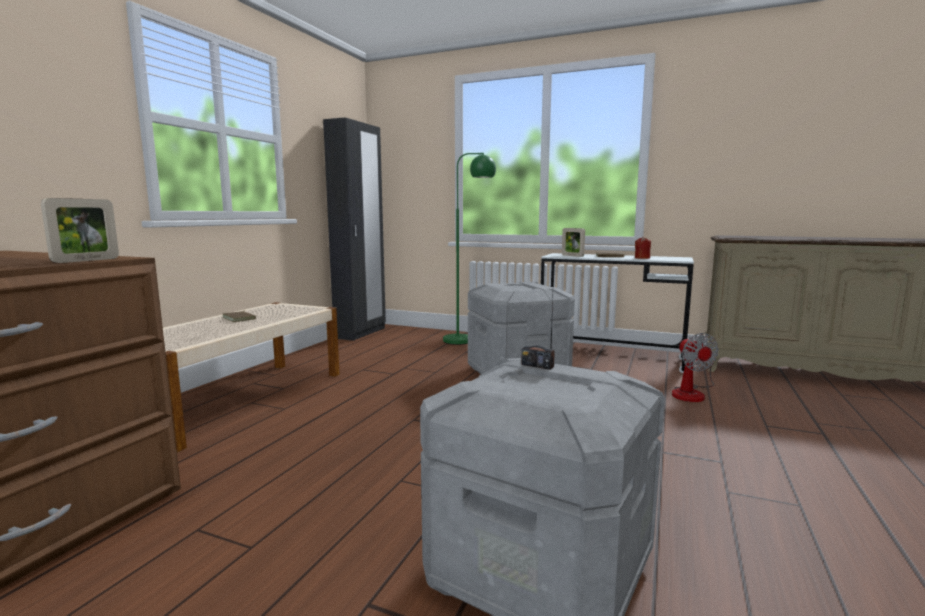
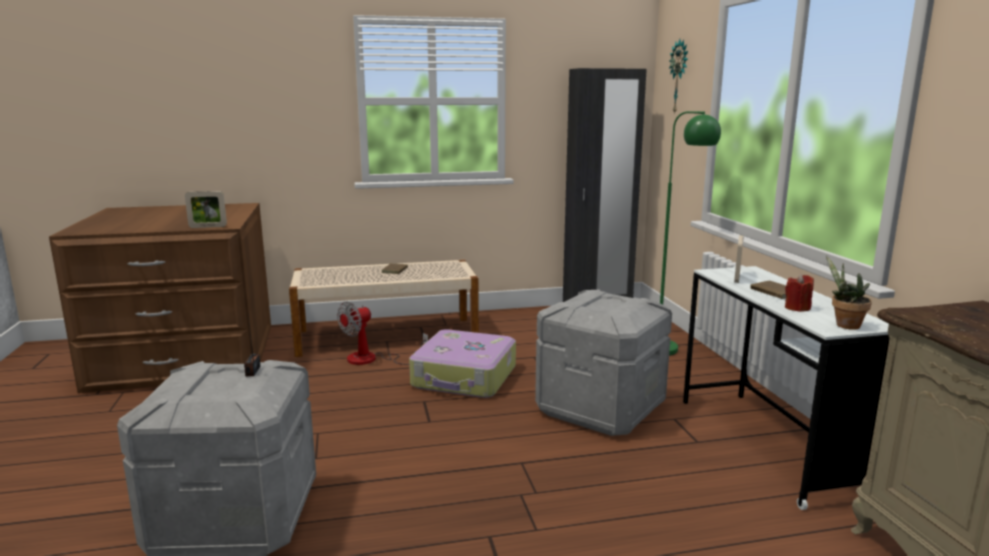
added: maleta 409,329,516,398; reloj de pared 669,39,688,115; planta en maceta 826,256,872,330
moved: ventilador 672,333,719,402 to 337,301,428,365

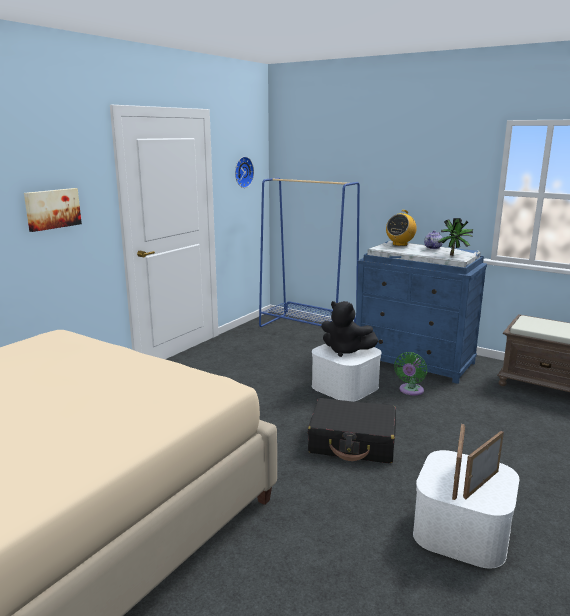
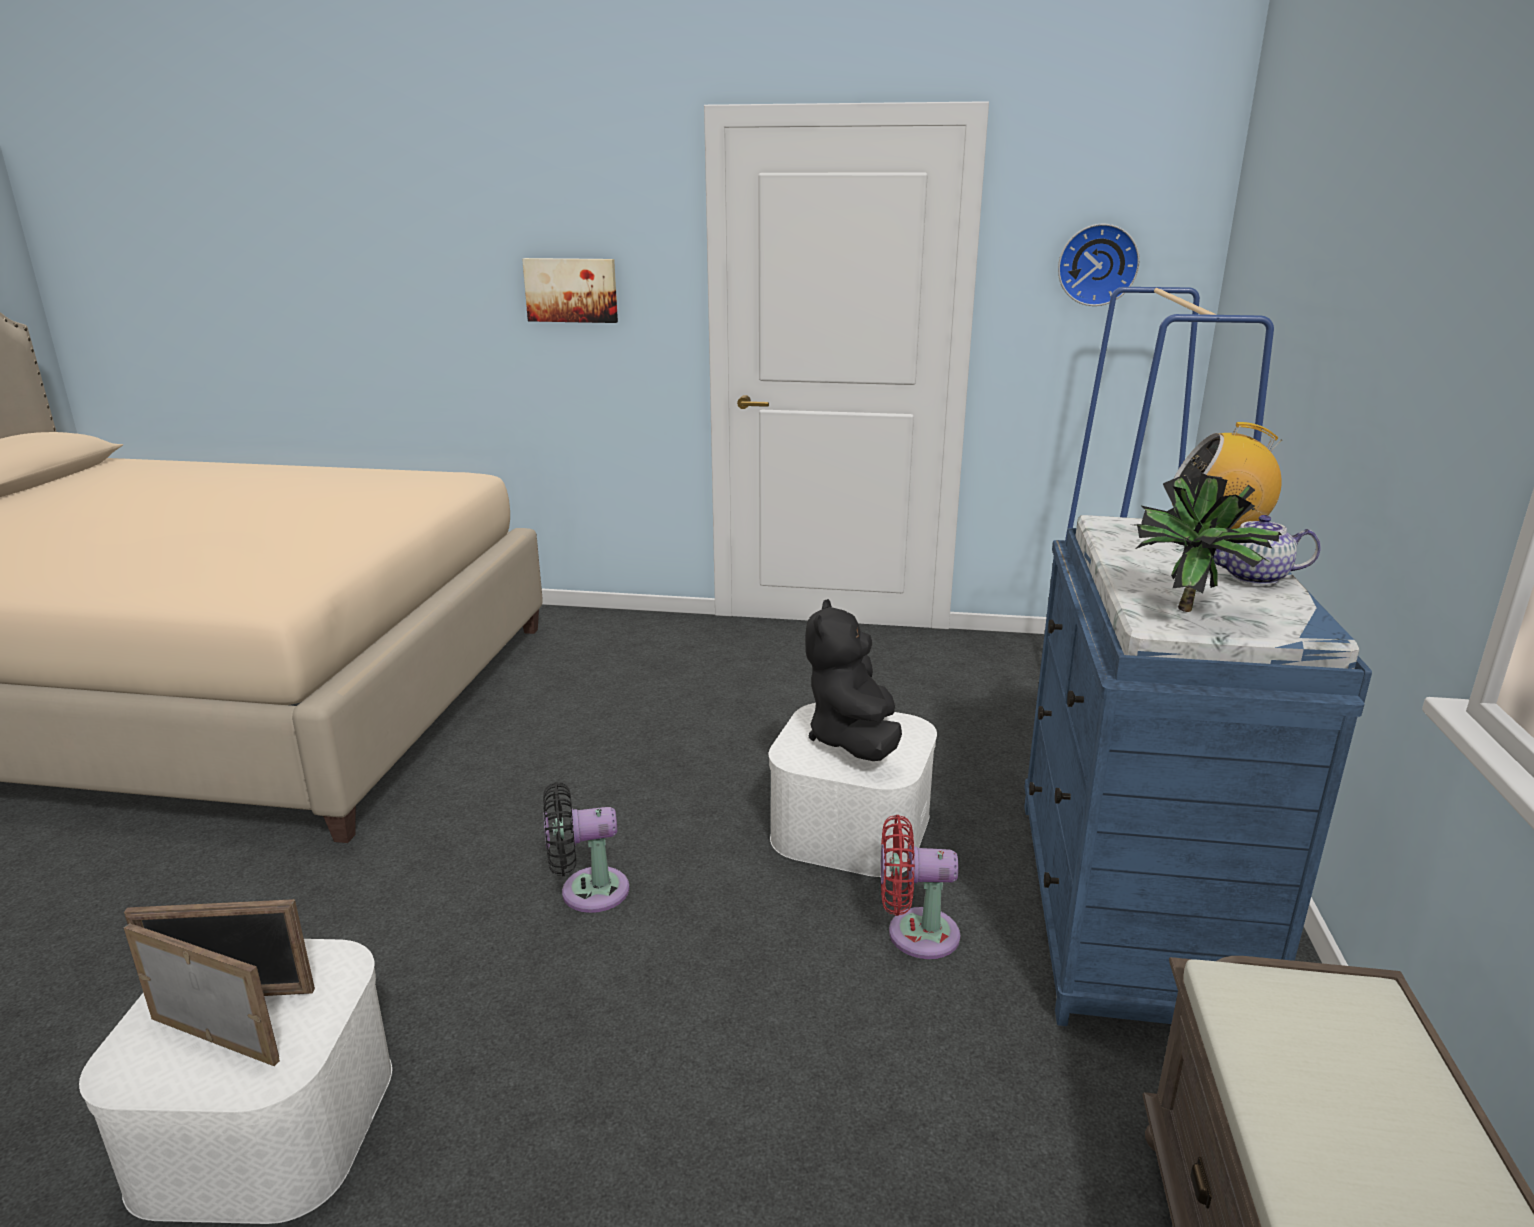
replaced: maleta [negro] 308,398,396,463 to ventilador [negro] 543,782,629,913
recoloured: ventilador [verde] 394,352,427,395 to ventilador [rojo] 881,815,961,959

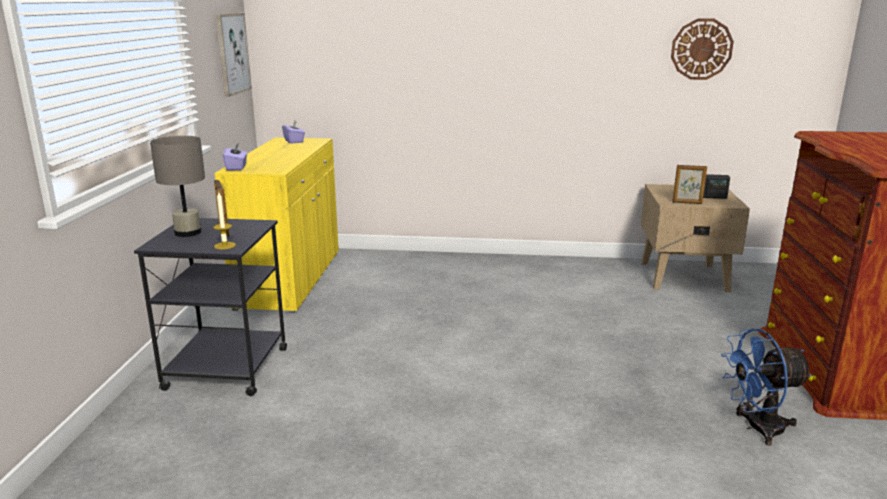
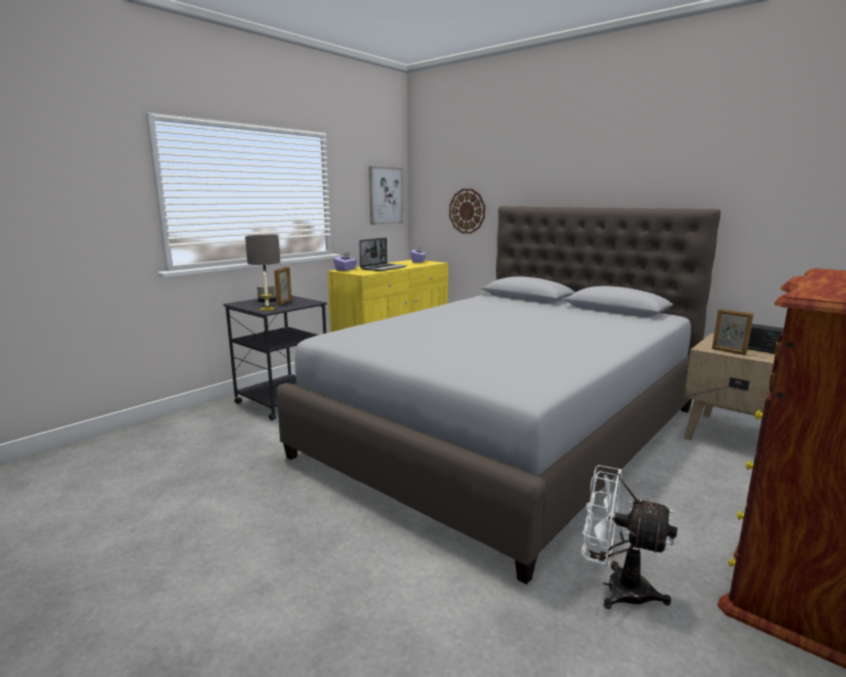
added: cama [gris] 277,206,721,585; portátil 359,238,407,271
moved: reloj de pared 671,19,734,80 to 449,189,485,234
recoloured: ventilador [azul] 721,329,813,446 to ventilador [blanco] 582,465,677,609

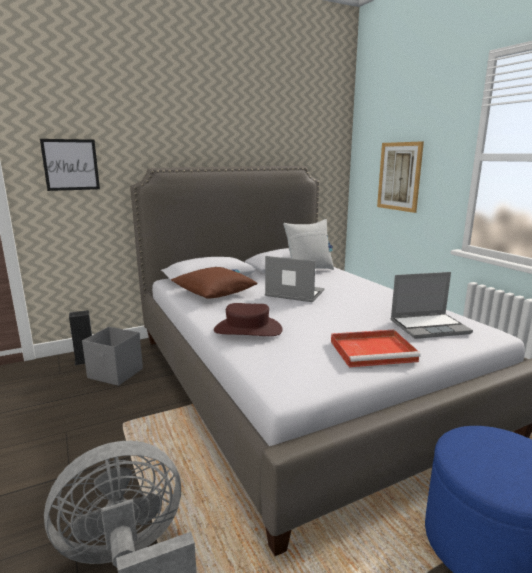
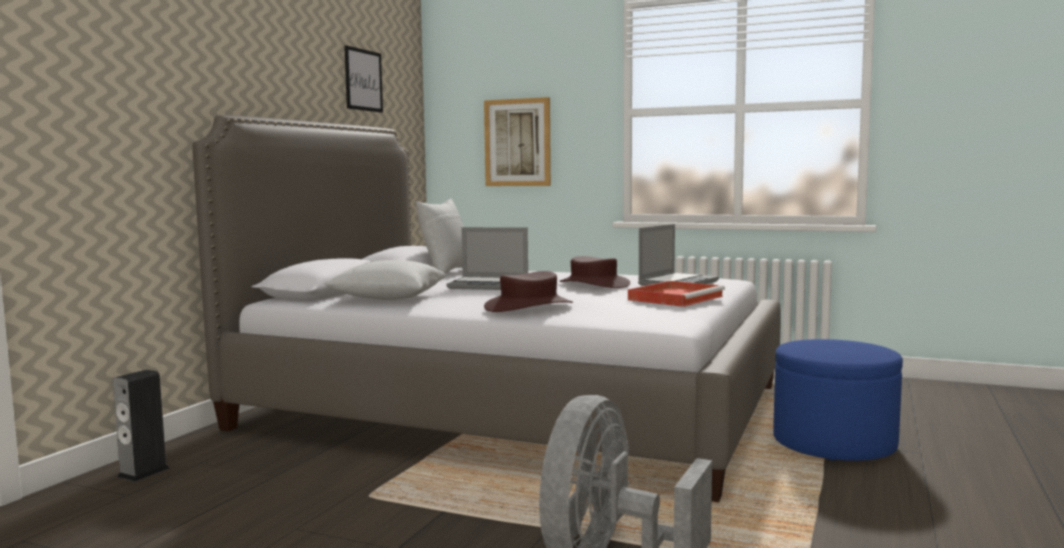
removed: caja de almacenaje [gris] 82,327,143,386
added: sombrero [marrón] 560,256,630,288
moved: cuadro 40,139,100,191 to 344,45,383,113
recoloured: cojín [marrón] 171,267,257,299 to cojín [gris] 324,260,446,300
turned: portátil 265,256,324,302 = 447,227,528,290 150 degrees counterclockwise

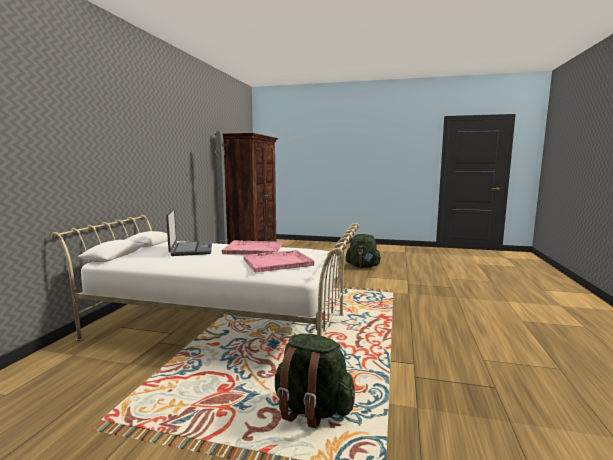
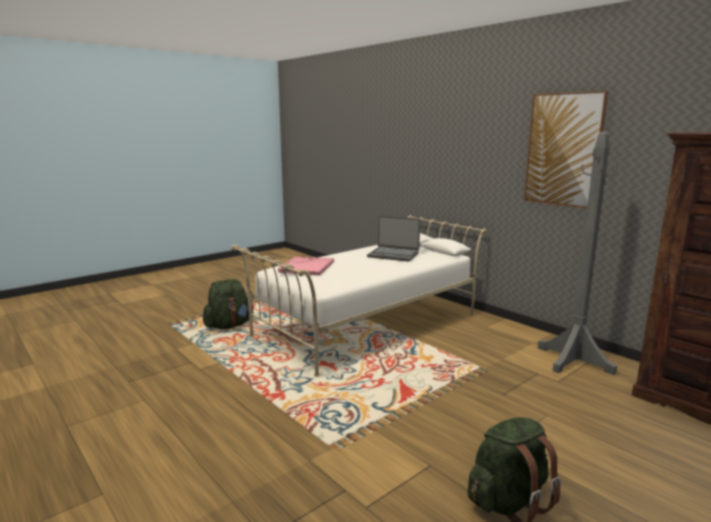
removed: bandeja [rosa] 222,240,282,255
added: cuadro 524,91,608,208

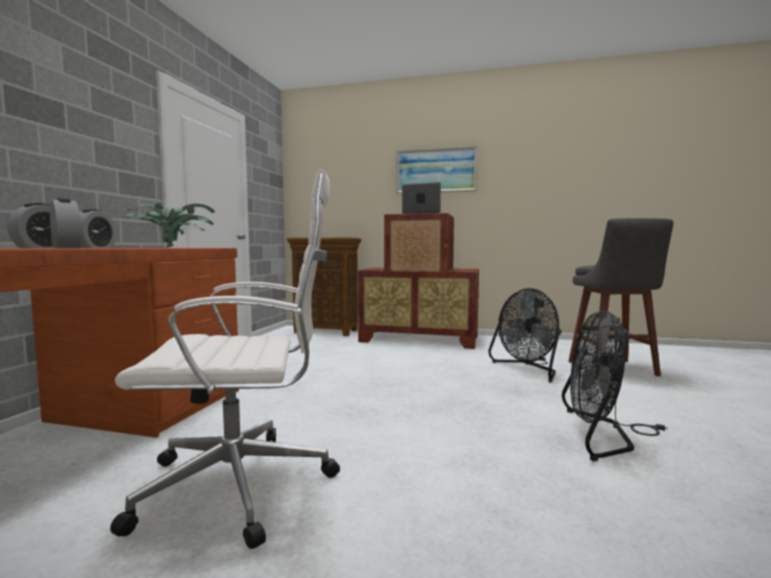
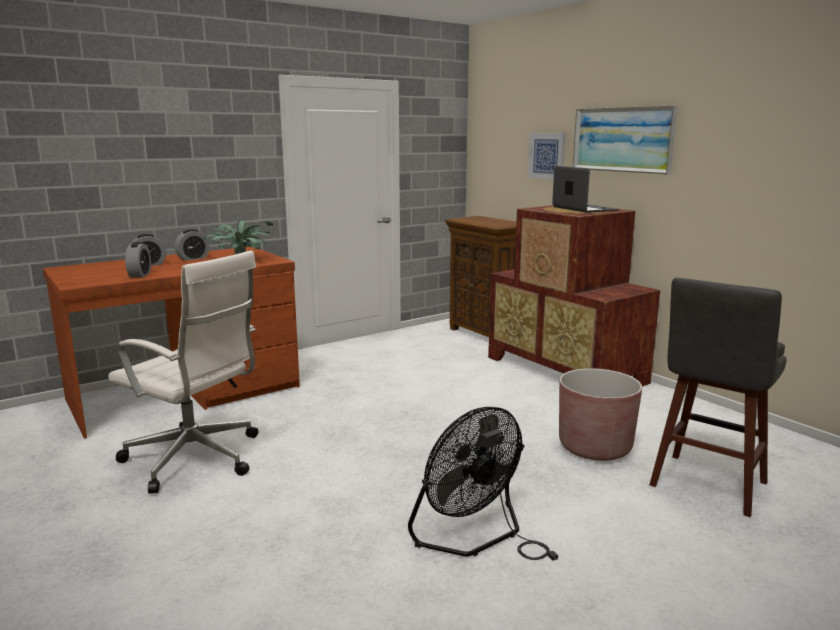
added: cuadro 528,133,566,180
replaced: ventilador [negro] 488,288,562,383 to maceta [marrón] 559,368,642,461

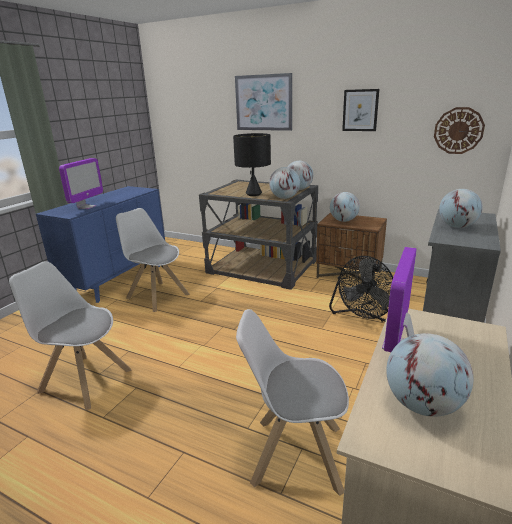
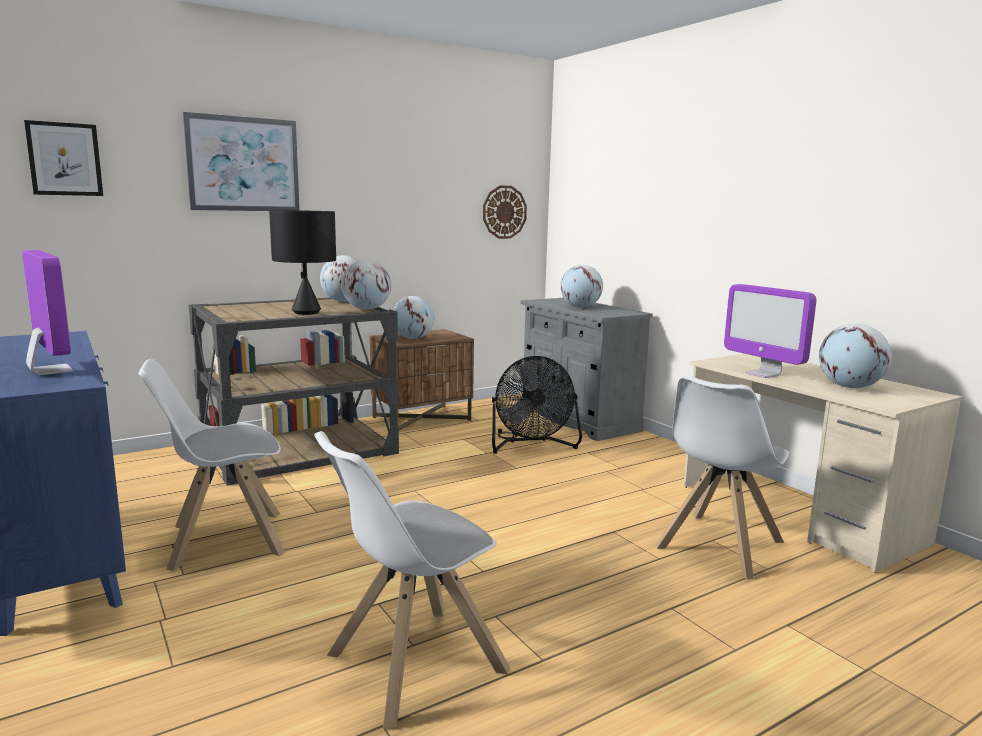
moved: cuadro 342,89,379,131 to 24,120,103,196

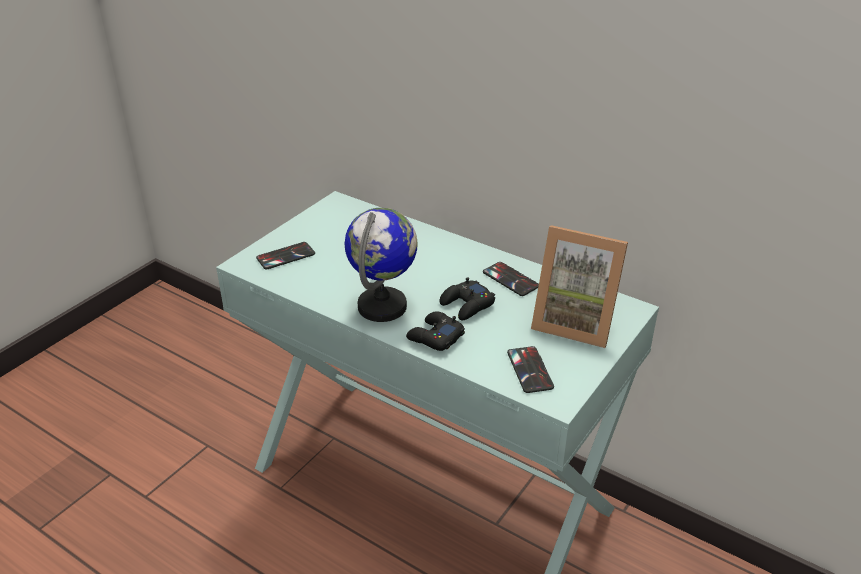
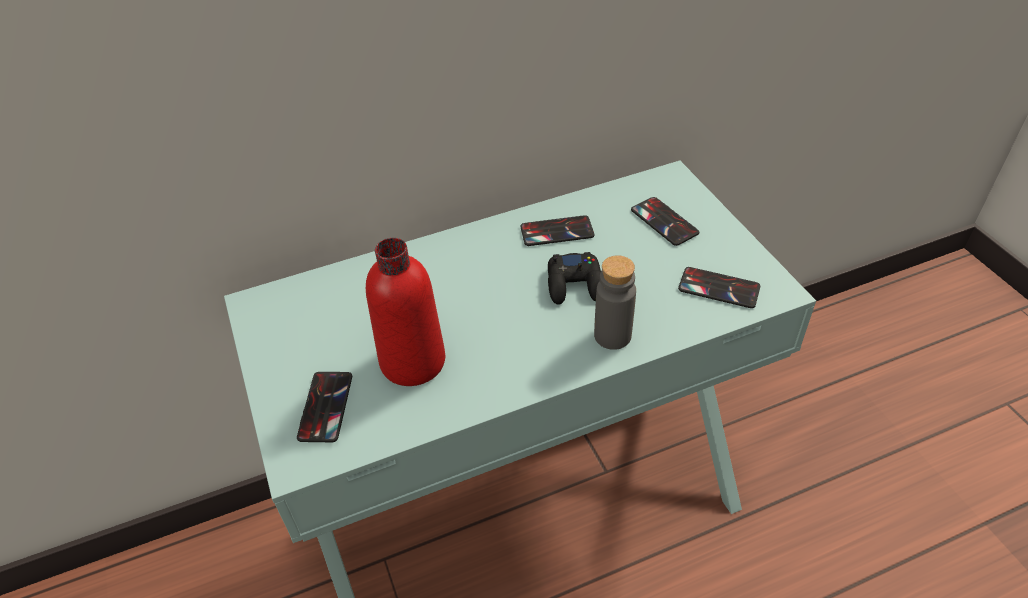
removed: globo terráqueo 344,208,418,322
added: botella [rojo] 366,238,445,386
replaced: mando de consola [negro] 406,311,465,351 to botella [gris] 594,255,636,350; portarretratos 531,225,628,348 to móvil 631,197,699,246

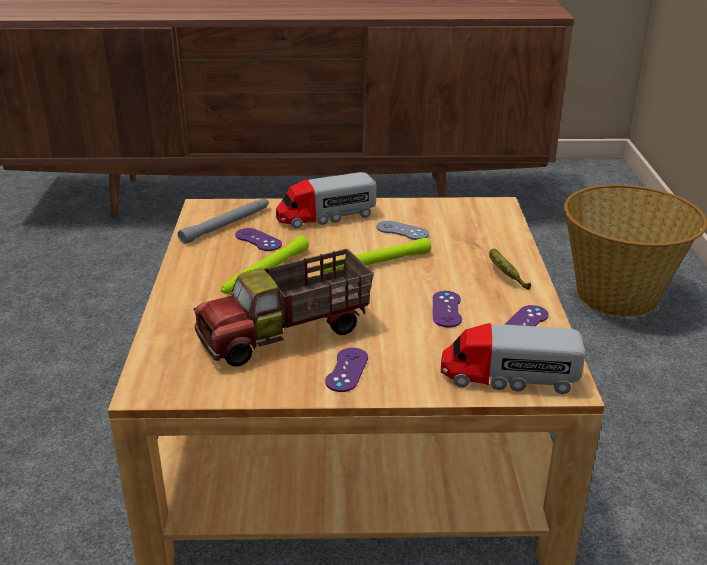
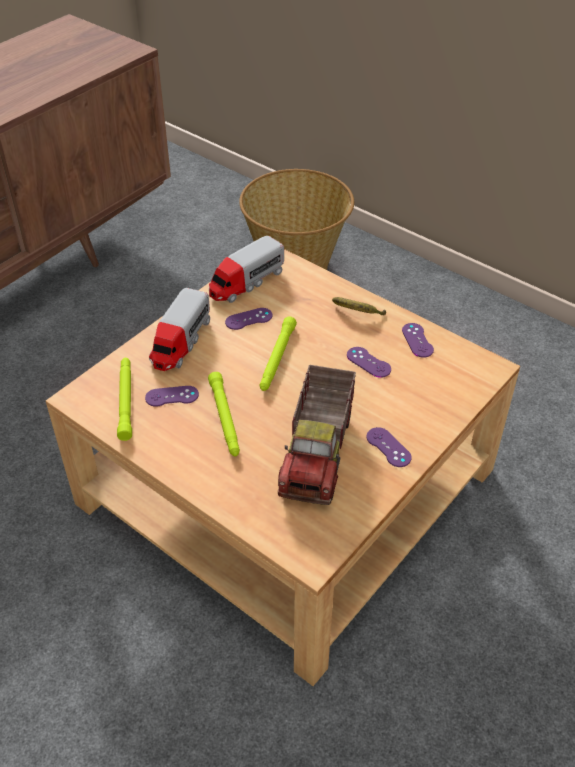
moved: camión de juguete 441,323,586,394 to 209,236,284,303
recoloured: linterna [gris] 178,199,269,244 to linterna [verde] 117,358,132,441; mando de consola [gris] 376,221,429,240 to mando de consola [morado] 225,308,272,330

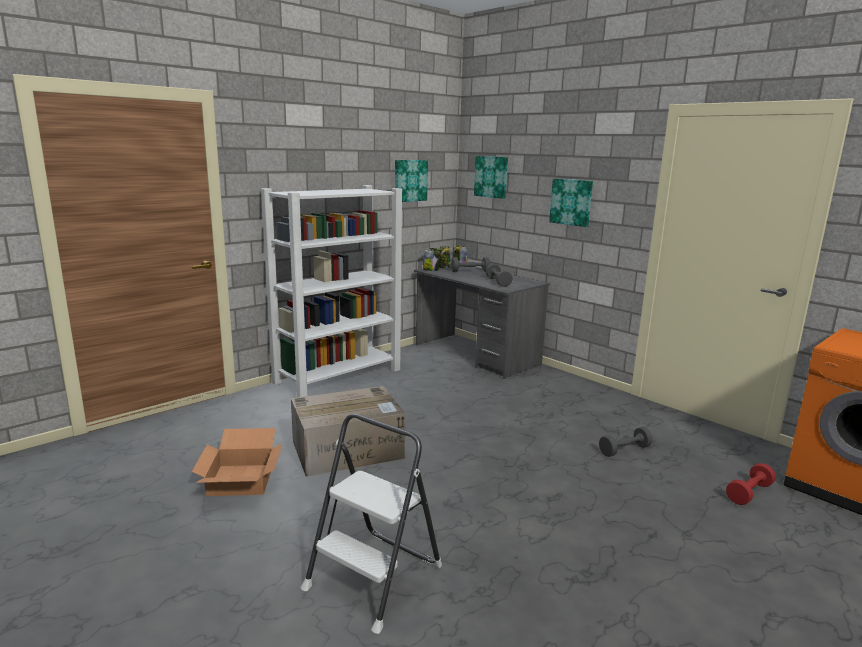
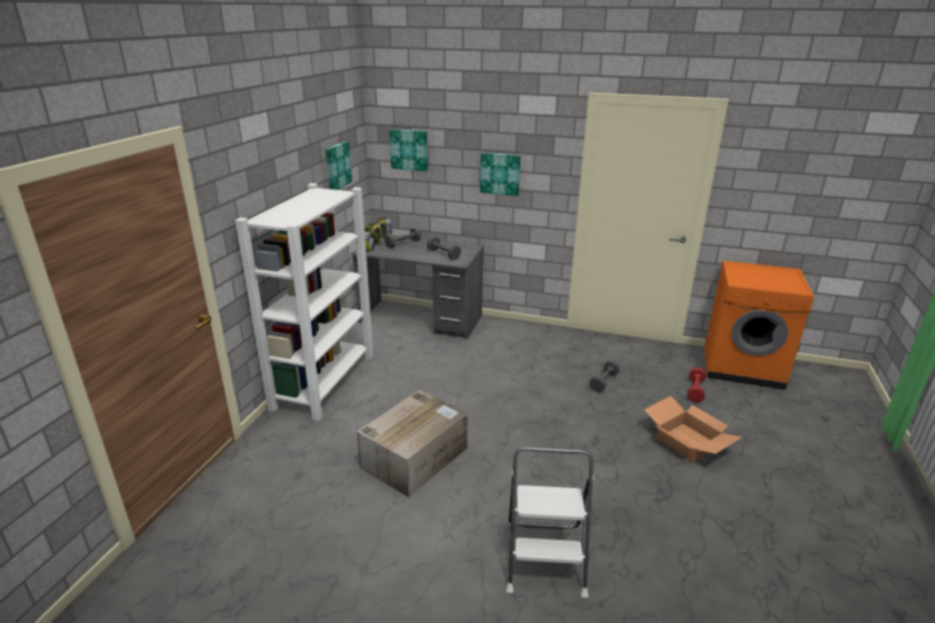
moved: caja de cartón 192,428,283,496 to 644,396,742,462

